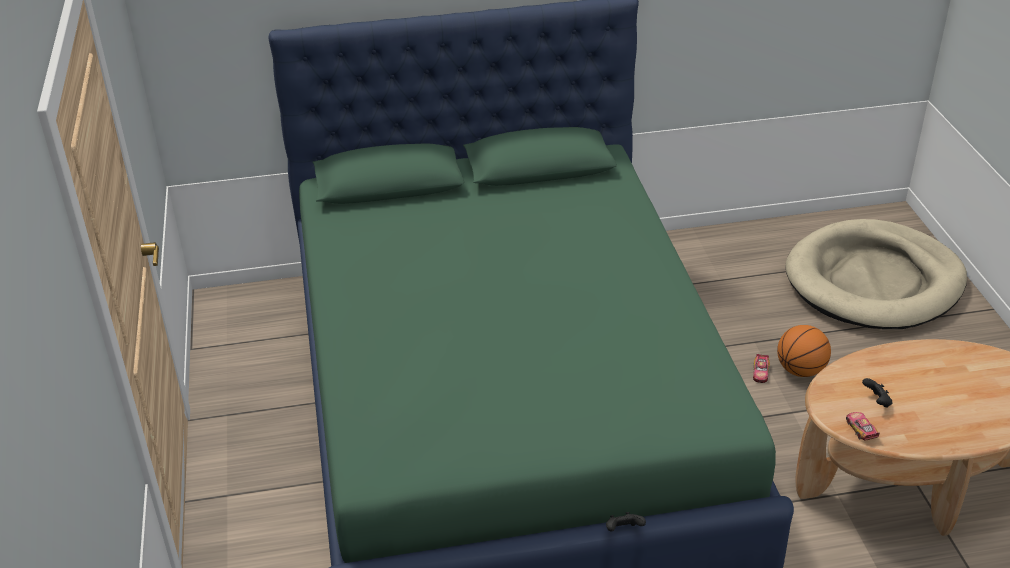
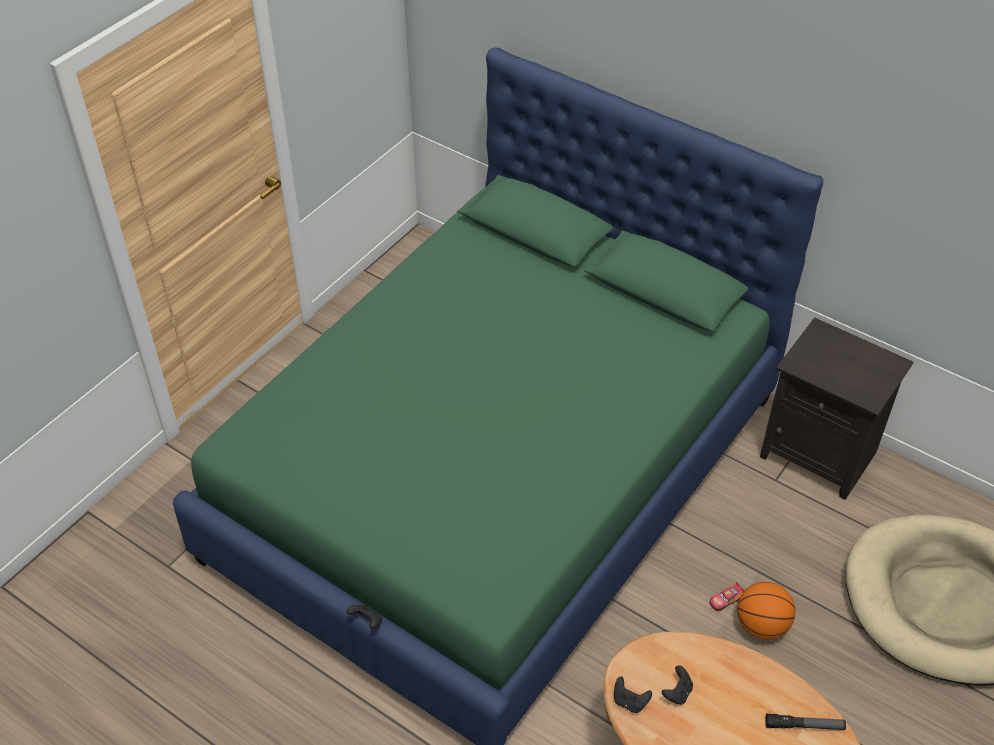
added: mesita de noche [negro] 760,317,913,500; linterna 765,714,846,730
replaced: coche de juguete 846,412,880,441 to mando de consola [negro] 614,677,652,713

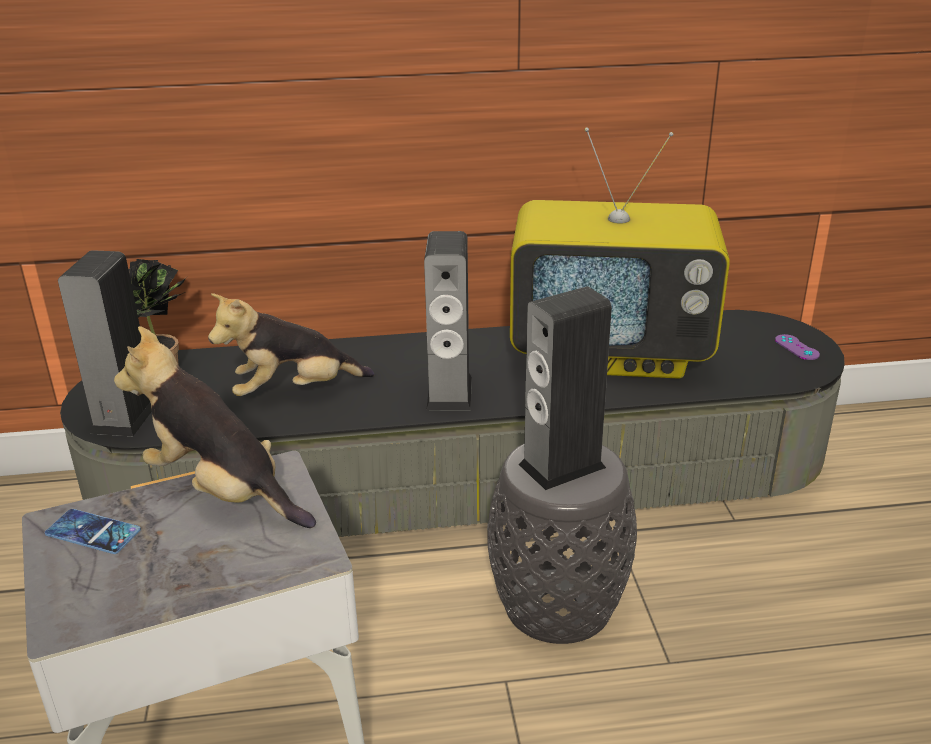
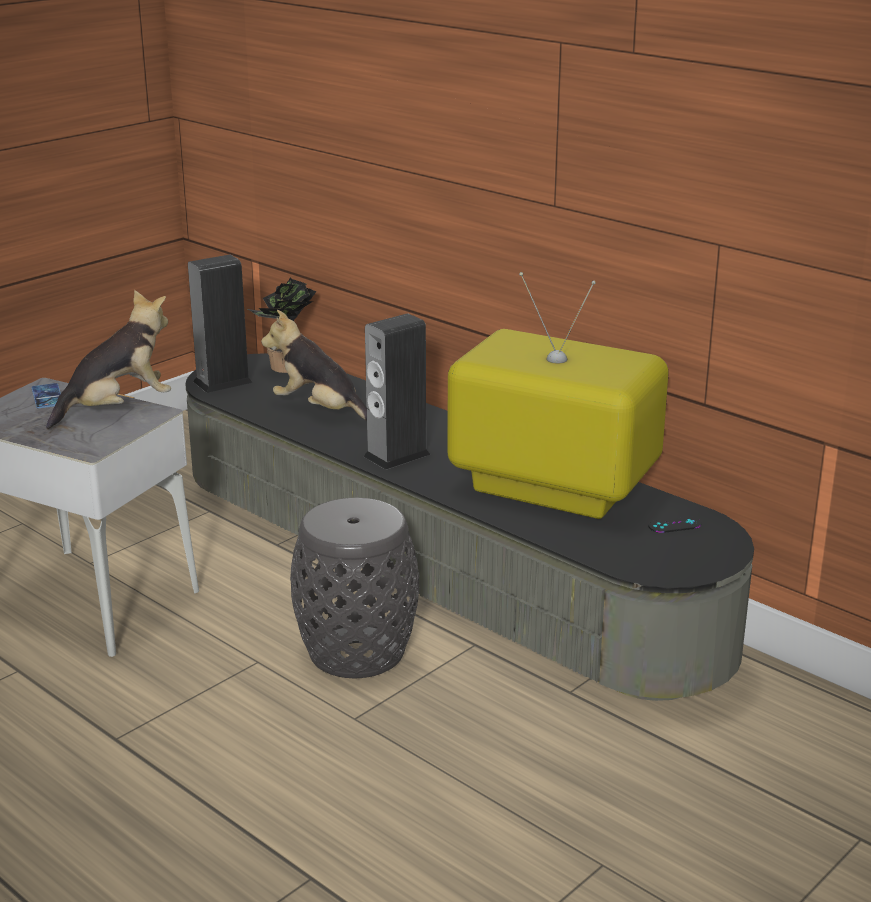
removed: altavoz 519,286,612,490; mando de consola [morado] 775,334,820,360
added: mando de consola [negro] 648,516,701,533
turned: peluche 114,326,316,528 = 46,290,171,429 60 degrees clockwise; televisor 510,127,730,379 = 447,272,669,519 150 degrees clockwise

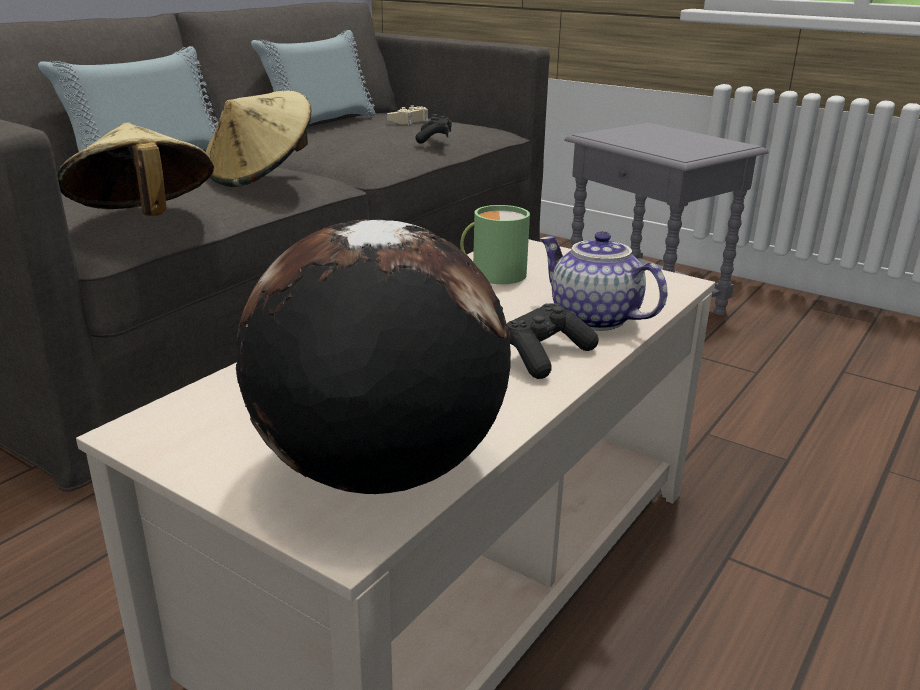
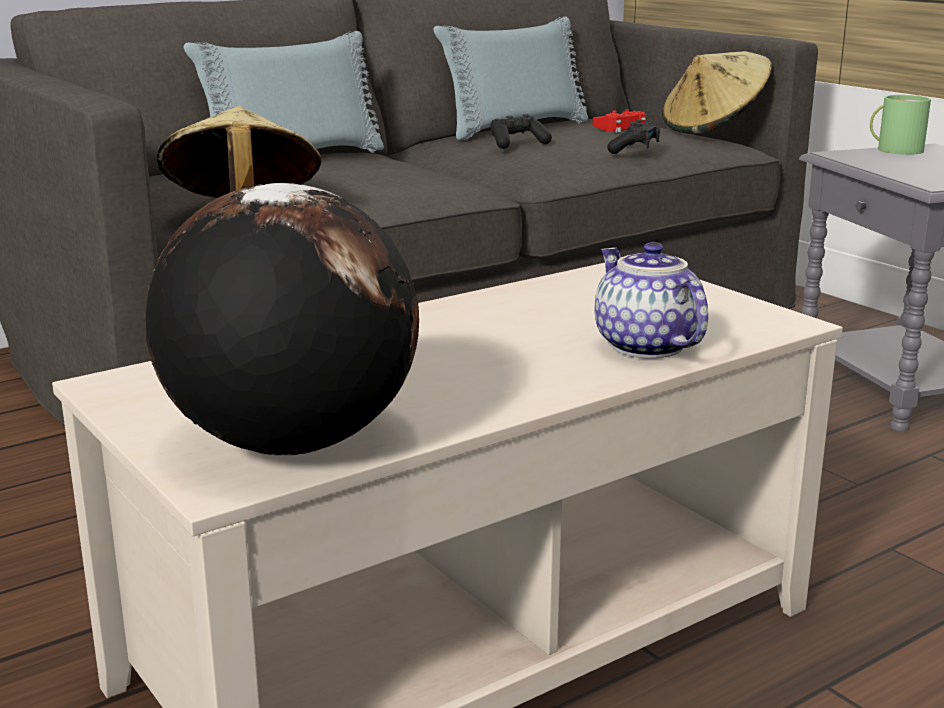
moved: sombrero [beis] 205,91,311,187 to 662,51,772,134; taza grande [verde] 460,205,530,284 to 870,95,931,155; mando de consola [negro] 507,303,599,379 to 491,114,552,149
recoloured: mando de consola [beis] 387,105,428,125 to mando de consola [rojo] 593,109,646,133

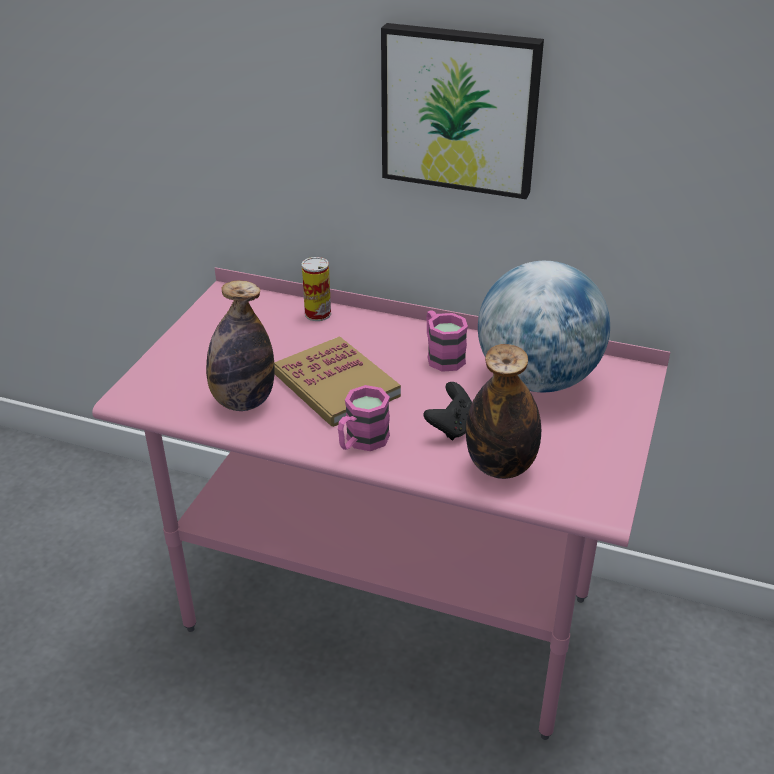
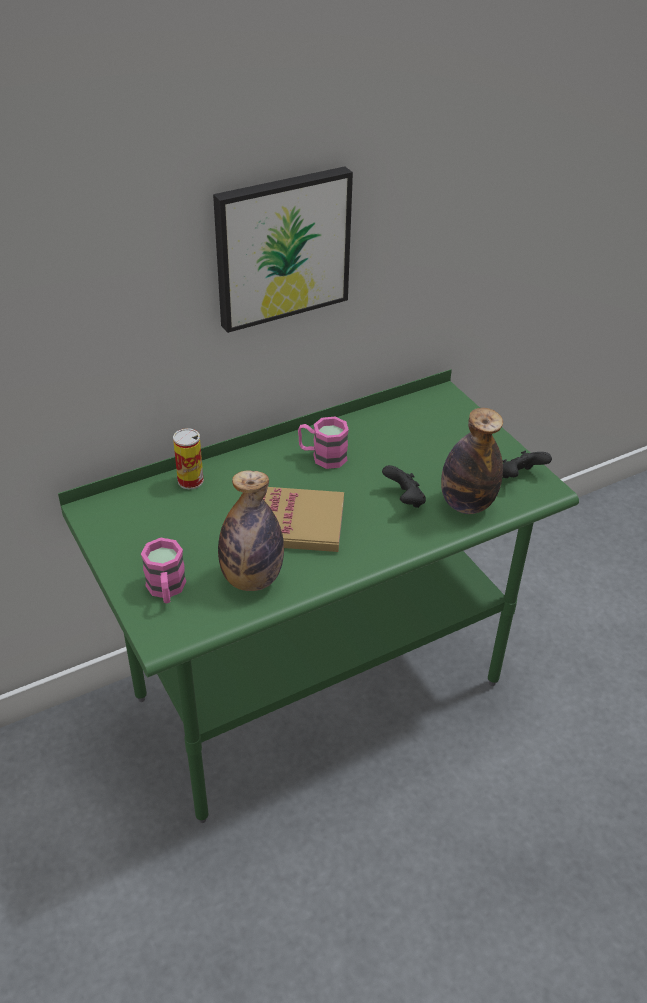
removed: globo terráqueo 478,261,610,392
added: mando de consola [negro] 503,451,552,478
moved: taza grande [rosa] 338,385,390,451 to 141,538,186,603
recoloured: escritorio [rosa] 92,267,670,740 to escritorio [verde] 58,369,579,823

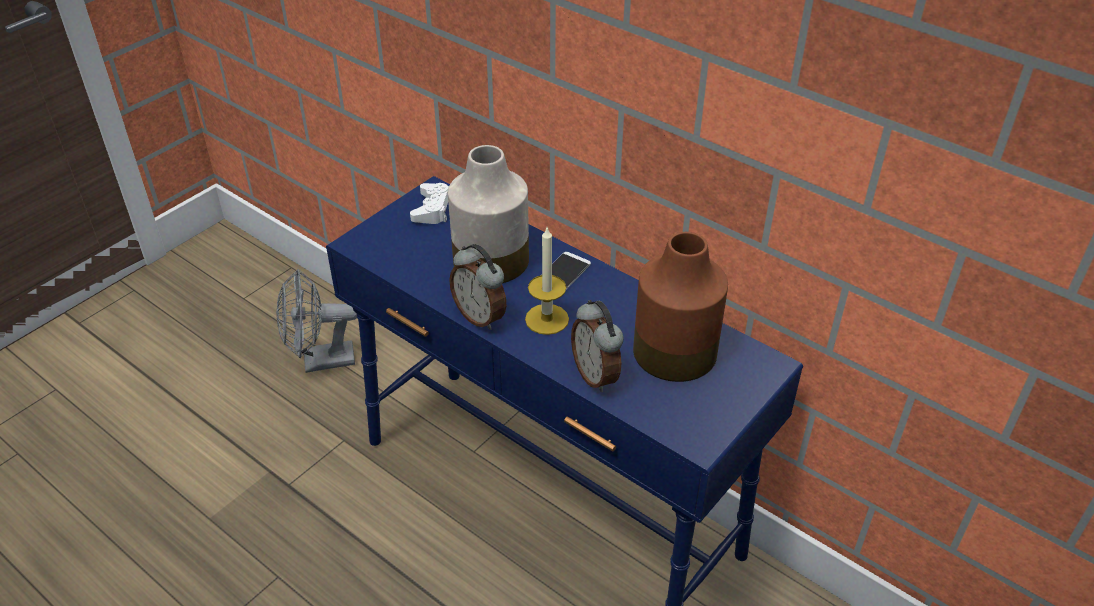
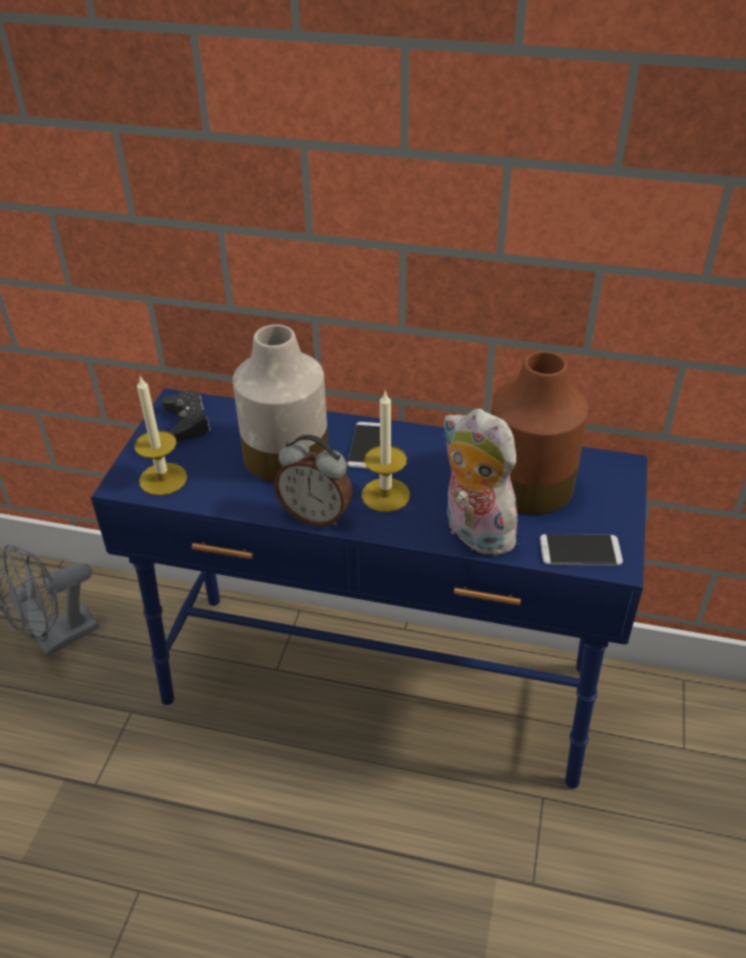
added: vela 134,375,187,495; móvil 540,534,623,566
replaced: despertador 571,300,624,392 to peluche 442,408,522,556
recoloured: mando de consola [blanco] 410,183,449,224 to mando de consola [negro] 162,391,211,441

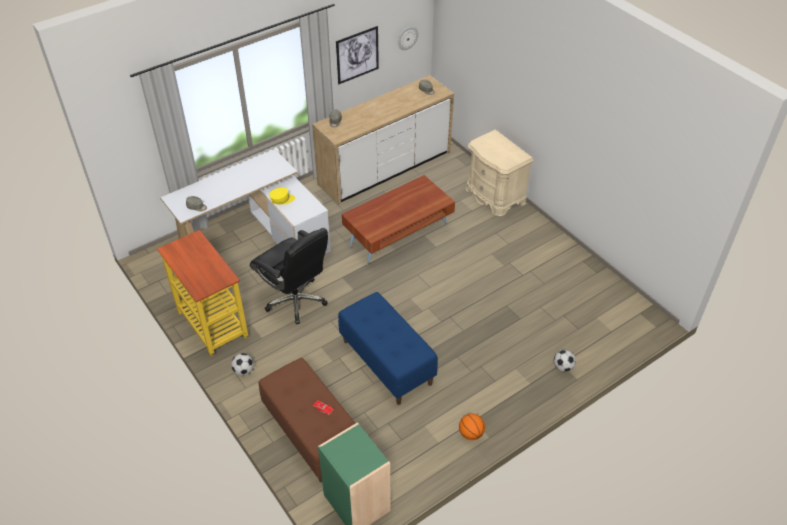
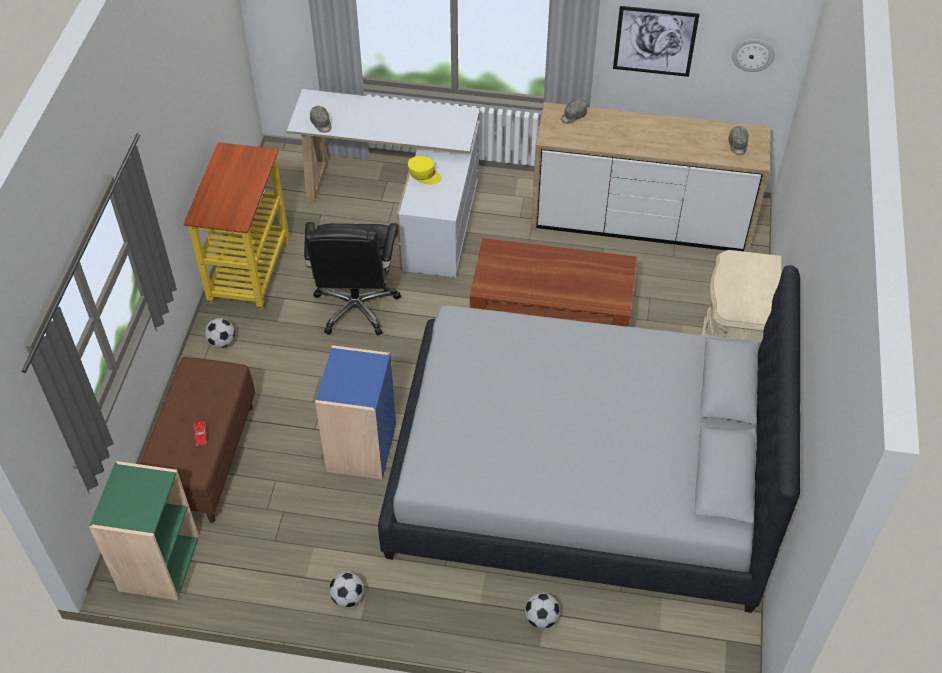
added: cama [gris] 378,265,800,613
replaced: banco [azul] 338,292,438,405 to estantería [azul] 315,345,396,480; balón de baloncesto 459,413,485,440 to balón de fútbol 329,572,364,607

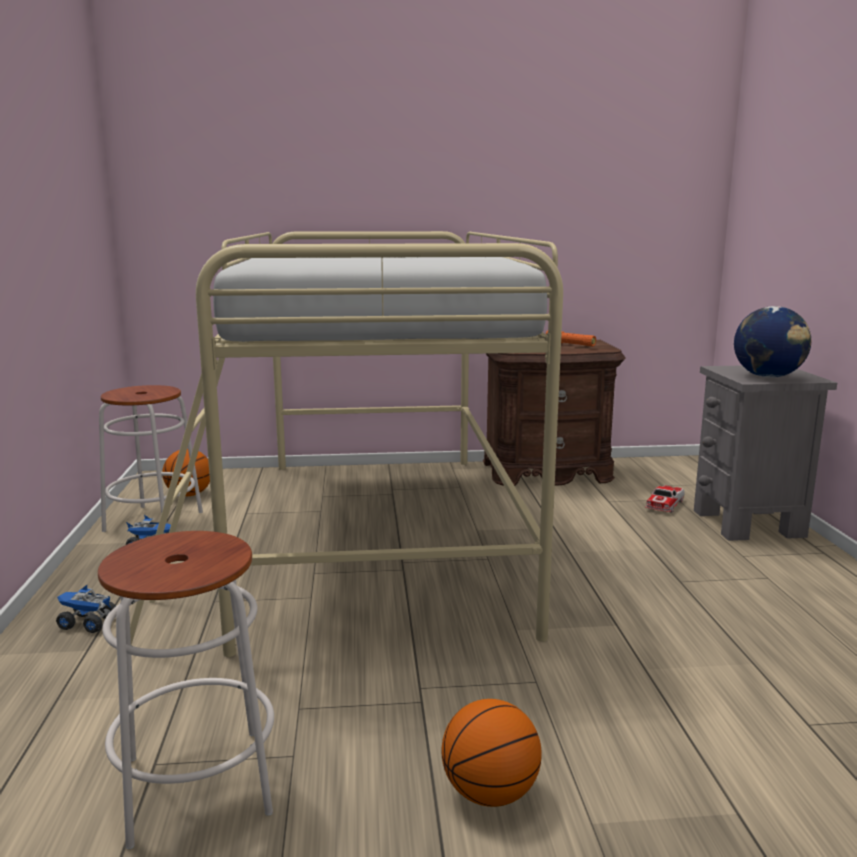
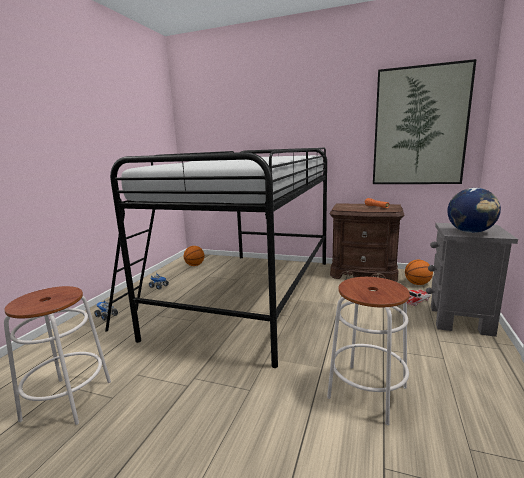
added: cuadro 373,59,477,184
moved: taburete [blanco] 99,385,203,532 to 327,277,410,425; balón de baloncesto 442,699,542,807 to 405,260,433,285
recoloured: cama [beis] 130,231,563,657 to cama [negro] 105,148,327,368

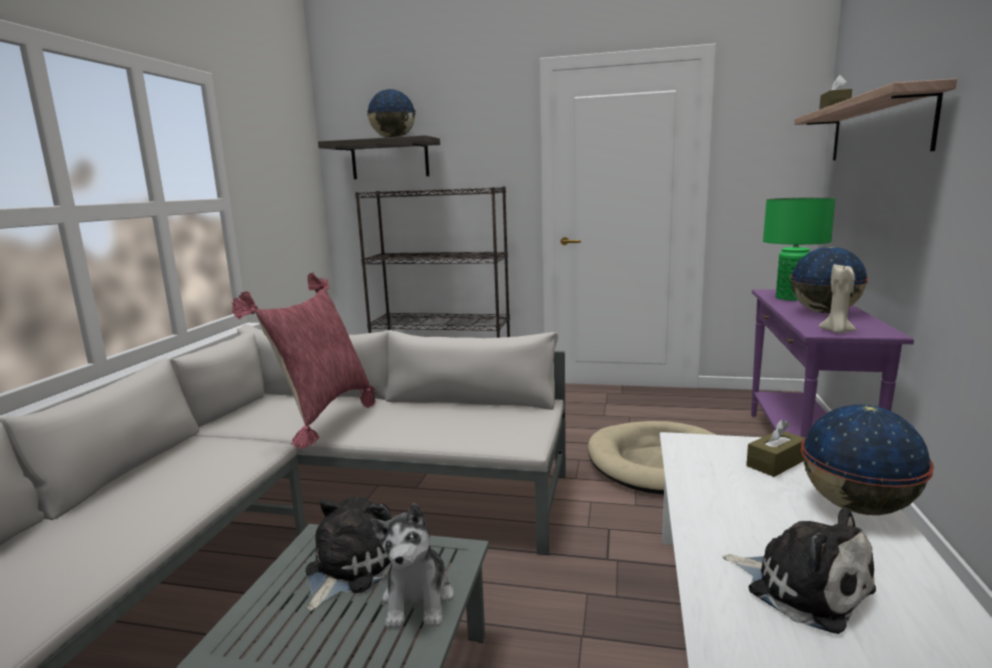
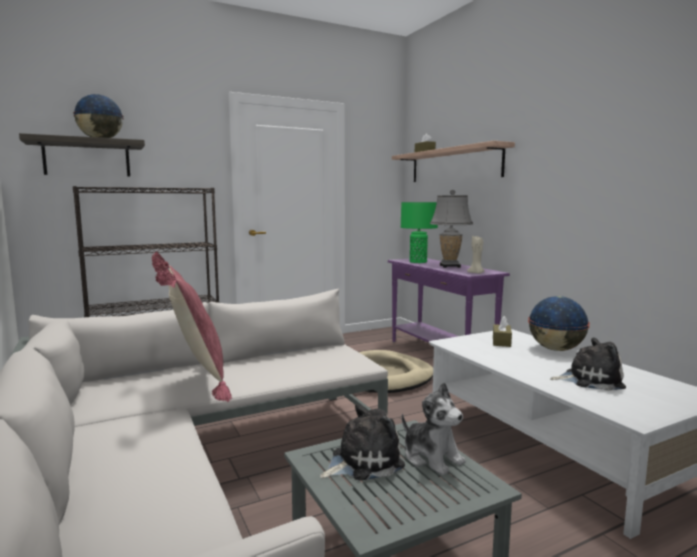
replaced: globo terráqueo 790,247,869,313 to lámpara de mesa [gris] 430,190,473,268
turned: peluche 305,496,392,611 = 320,404,405,481 75 degrees clockwise

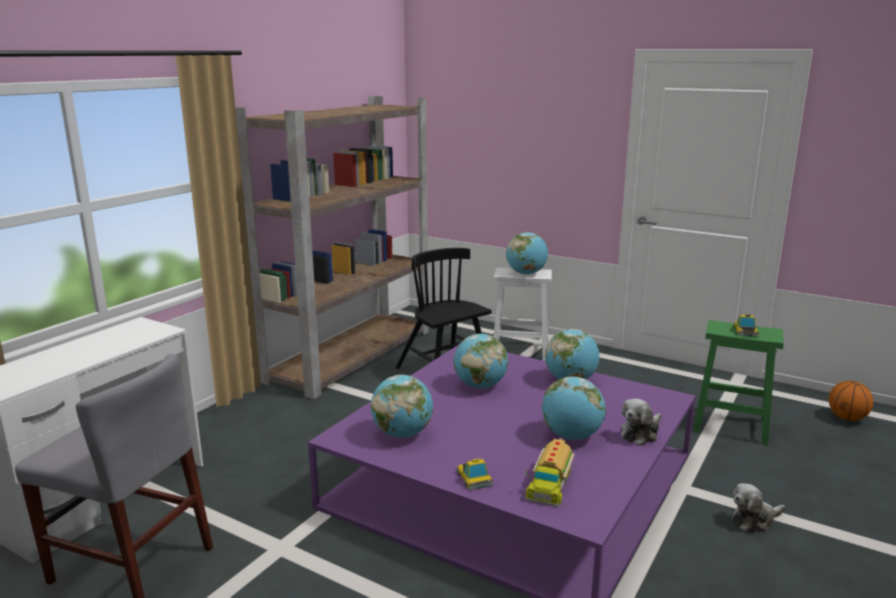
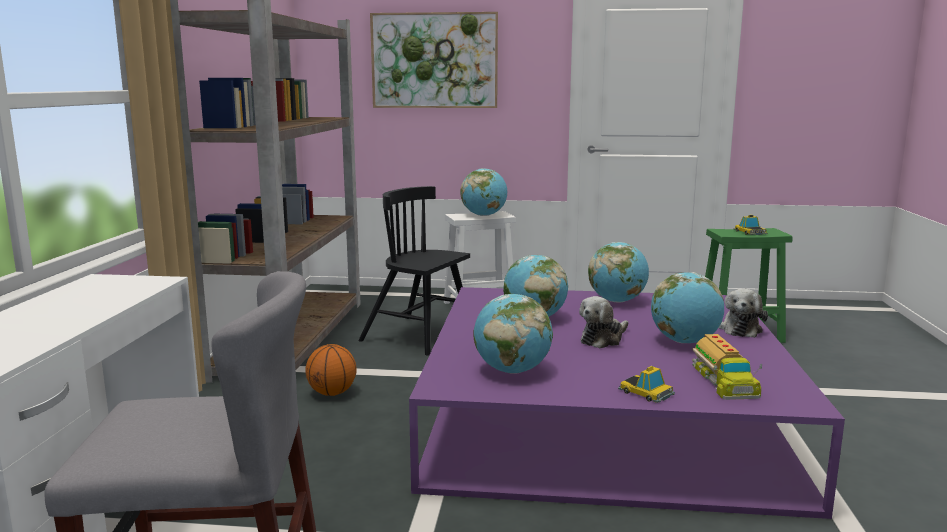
added: cuadro 370,12,498,108
moved: peluche 731,483,785,532 to 579,296,628,349; balón de baloncesto 829,381,873,421 to 306,344,357,396

